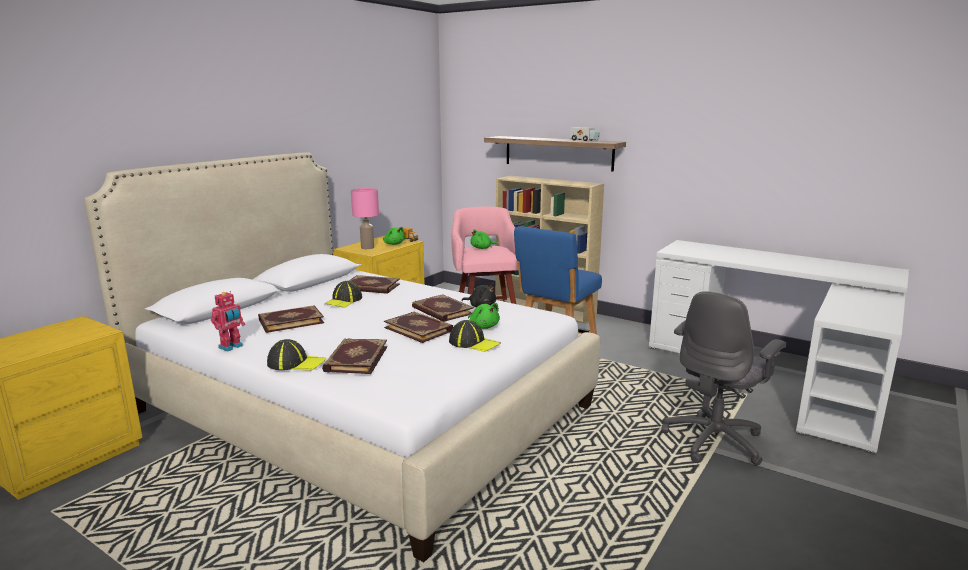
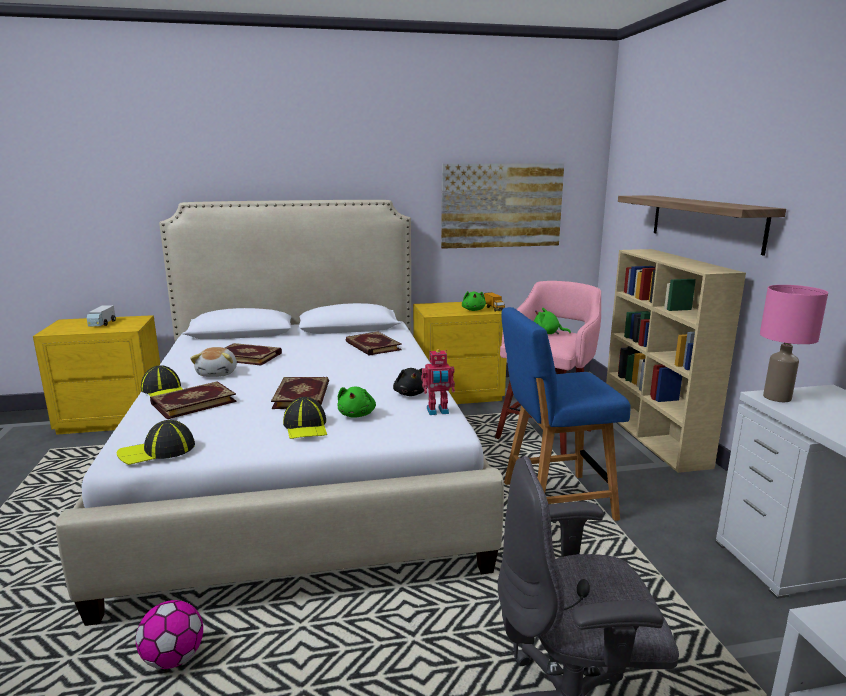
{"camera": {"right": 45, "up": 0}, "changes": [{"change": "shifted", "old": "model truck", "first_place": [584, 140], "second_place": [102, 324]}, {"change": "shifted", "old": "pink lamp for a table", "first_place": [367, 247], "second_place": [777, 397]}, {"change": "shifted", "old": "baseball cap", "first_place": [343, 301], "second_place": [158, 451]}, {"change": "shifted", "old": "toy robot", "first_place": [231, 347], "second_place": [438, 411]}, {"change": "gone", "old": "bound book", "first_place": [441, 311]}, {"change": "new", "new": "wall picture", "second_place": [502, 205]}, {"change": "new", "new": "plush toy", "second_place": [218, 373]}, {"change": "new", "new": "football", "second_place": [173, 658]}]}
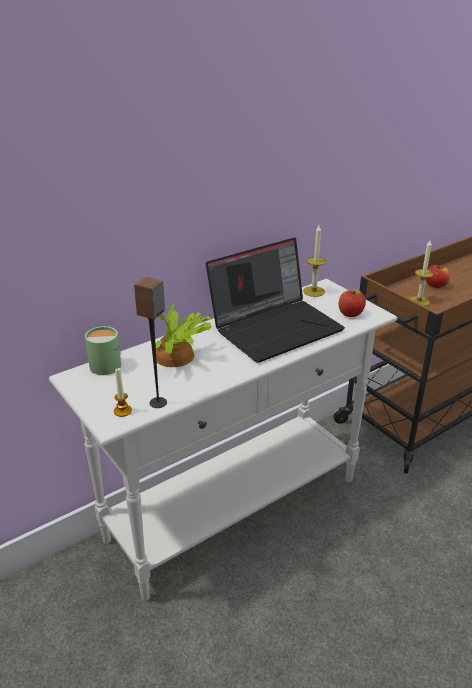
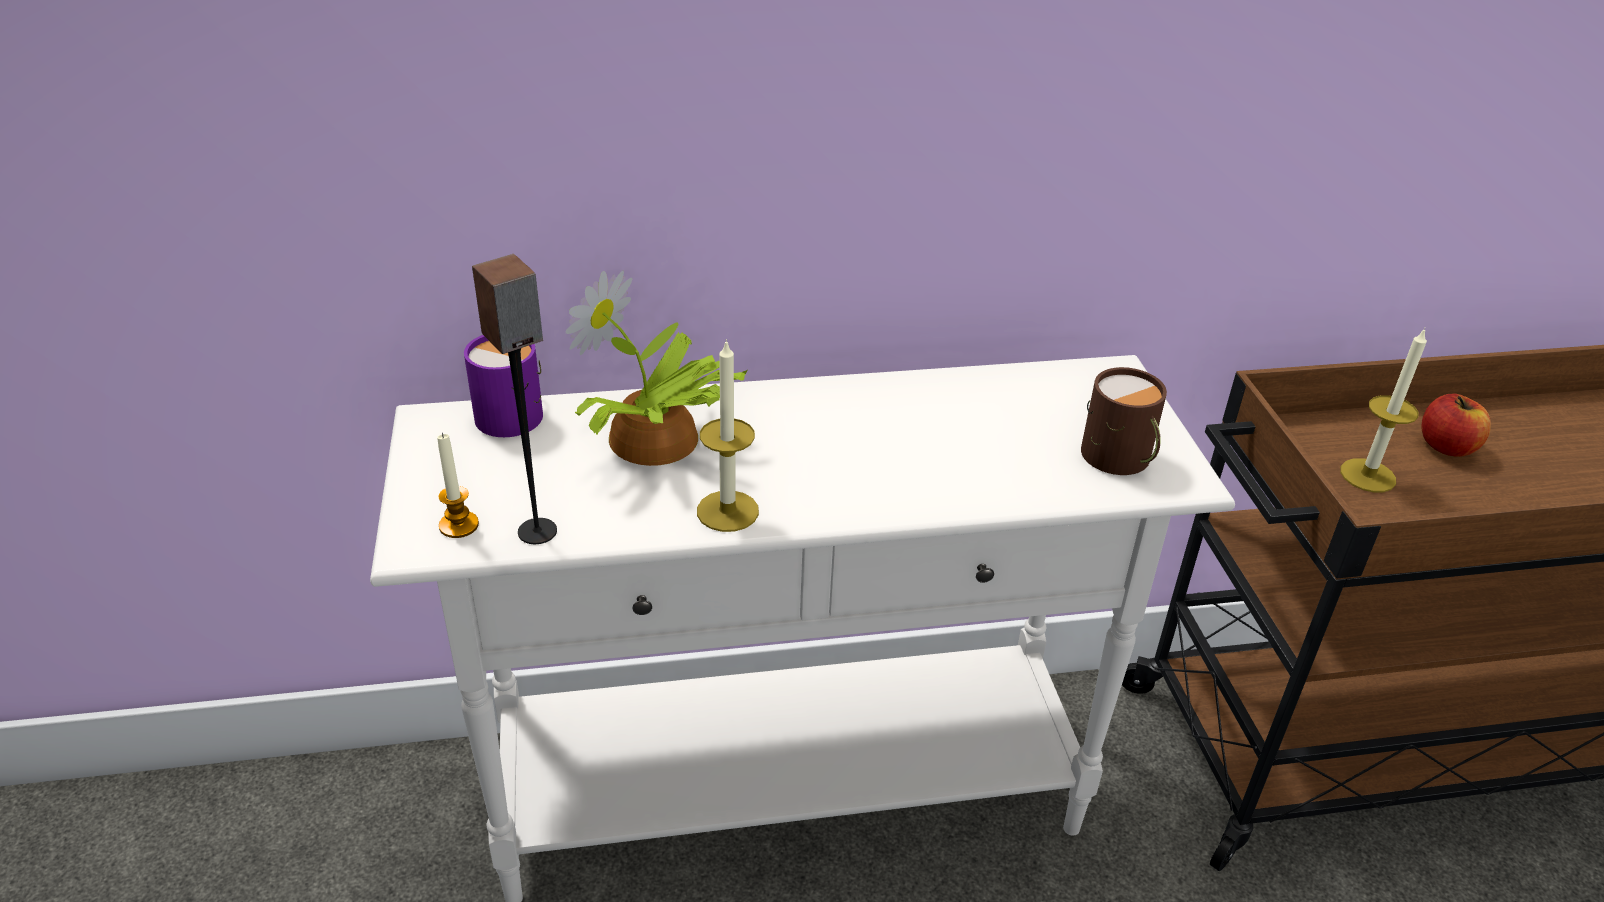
{"camera": {"right": 25, "up": 5}, "changes": [{"change": "shifted", "old": "wax candle", "first_place": [314, 291], "second_place": [727, 511]}, {"change": "gone", "old": "notebook computer", "first_place": [276, 327]}, {"change": "swapped", "old": "apple fruit", "new": "brown-coloured mug", "first_place": [350, 313], "second_place": [1120, 458]}, {"change": "repainted", "old": "green-coloured mug", "new": "purplish mug", "first_place": [106, 363], "second_place": [514, 413]}]}
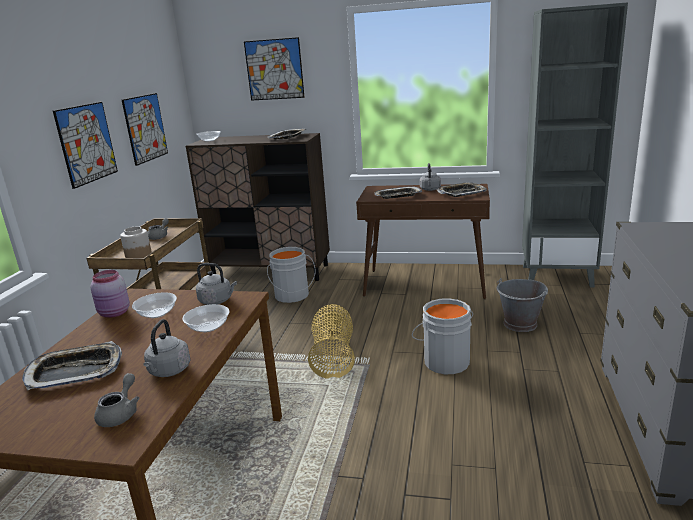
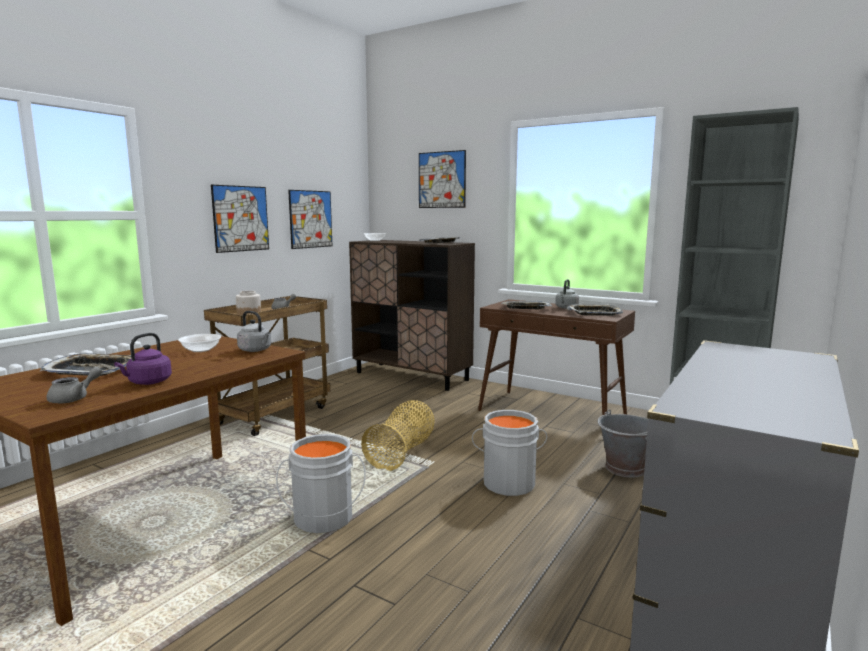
{"camera": {"right": 20, "up": -10}, "changes": [{"change": "shifted", "old": "gray water bucket", "first_place": [292, 296], "second_place": [323, 520]}, {"change": "gone", "old": "pink storage jar", "first_place": [114, 313]}, {"change": "gone", "old": "bowl", "first_place": [208, 327]}, {"change": "repainted", "old": "gray water kettle", "new": "purplish water kettle", "first_place": [168, 371], "second_place": [148, 382]}]}
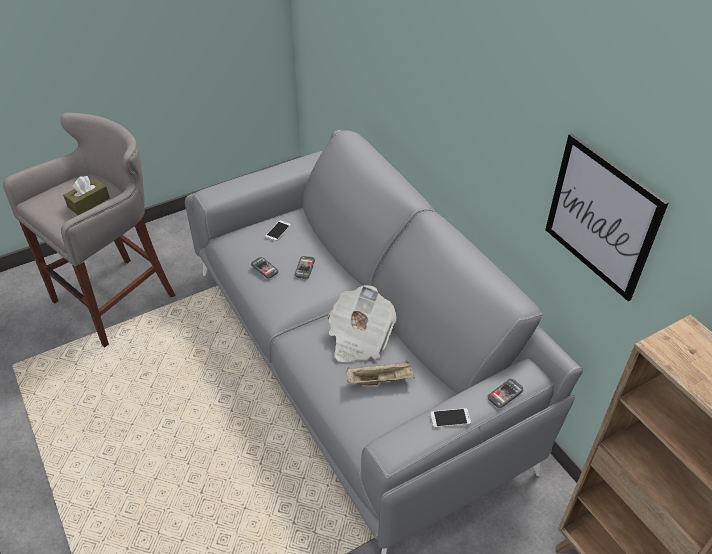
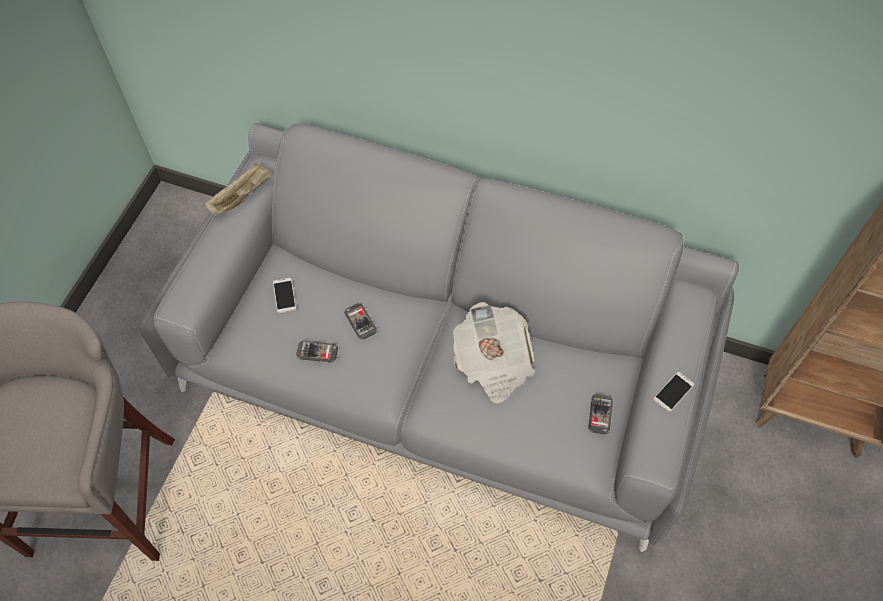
{"camera": {"right": -40, "up": 15}, "changes": [{"change": "gone", "old": "wall picture", "first_place": [601, 217]}, {"change": "gone", "old": "brown-coloured box of tissues", "first_place": [89, 203]}, {"change": "shifted", "old": "beige carrying tray", "first_place": [380, 380], "second_place": [241, 196]}, {"change": "shifted", "old": "telephone", "first_place": [505, 394], "second_place": [600, 414]}]}
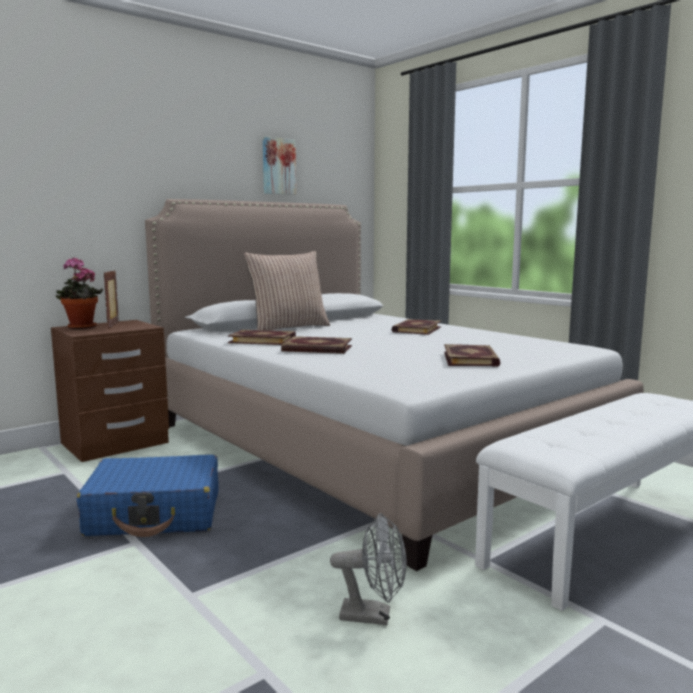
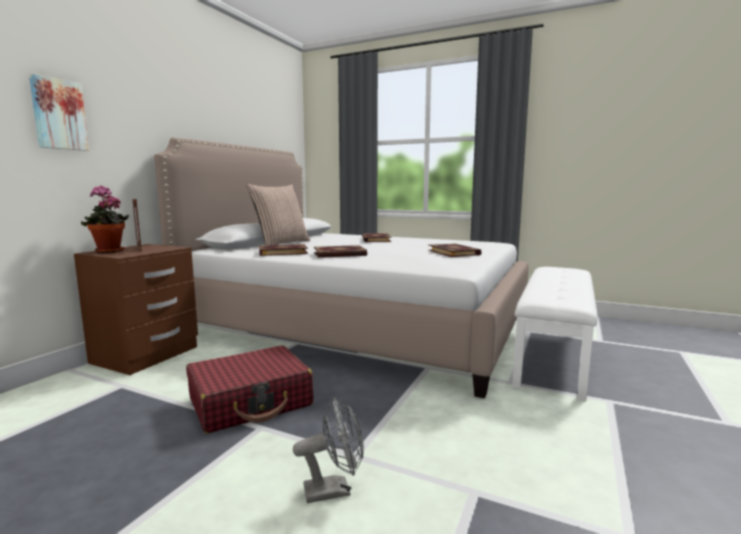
{"camera": {"right": -25, "up": 0}, "changes": [{"change": "shifted", "old": "wall picture", "first_place": [278, 166], "second_place": [58, 114]}, {"change": "repainted", "old": "blue-coloured travel case", "new": "red-coloured travel case", "first_place": [155, 513], "second_place": [251, 402]}, {"change": "shifted", "old": "gray fan", "first_place": [374, 615], "second_place": [334, 489]}]}
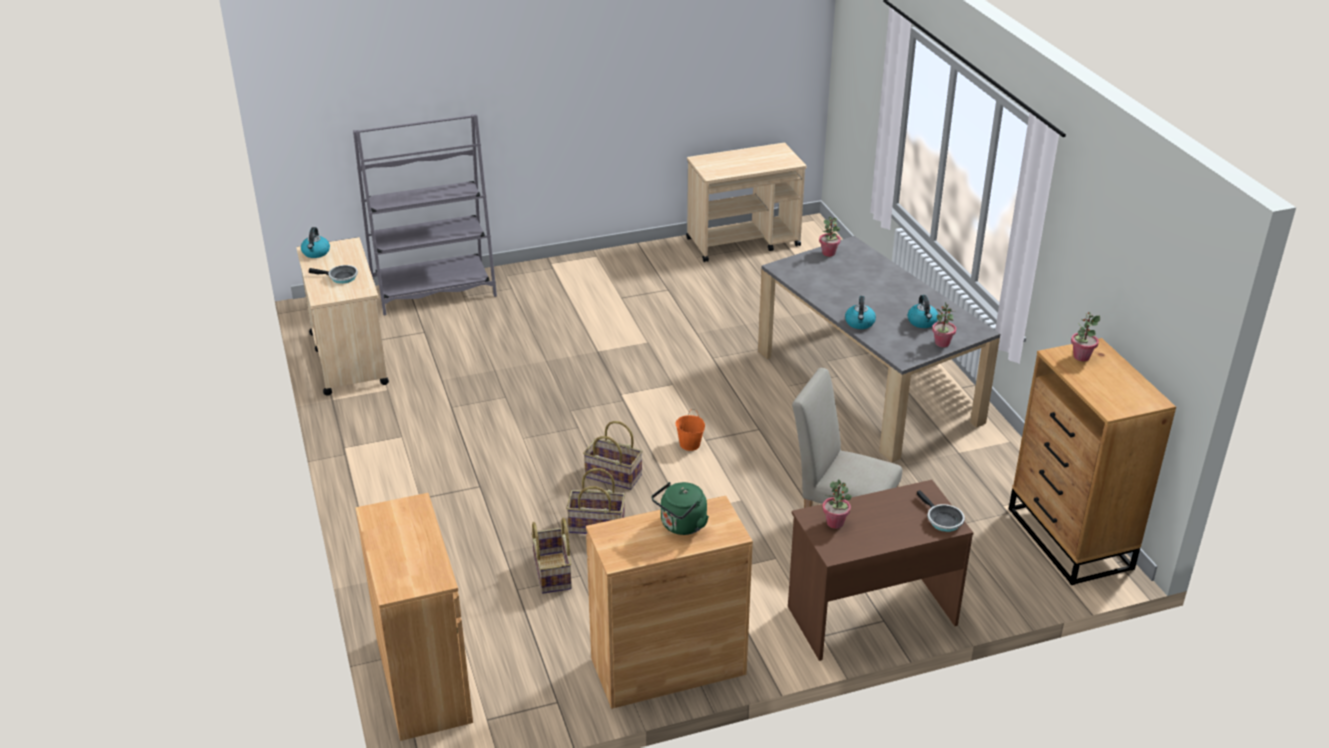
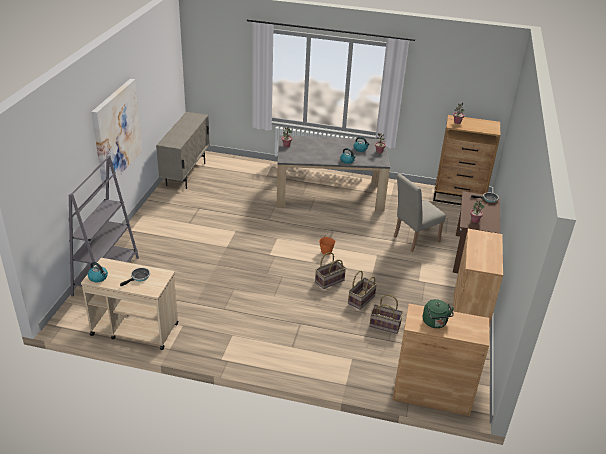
{"camera": {"right": -60, "up": 0}, "changes": [{"change": "swapped", "old": "beige wheeled cart", "new": "beige cupboard", "first_place": [744, 242], "second_place": [186, 174]}, {"change": "shifted", "old": "green-coloured water kettle", "first_place": [681, 526], "second_place": [435, 323]}, {"change": "new", "new": "wall picture", "second_place": [116, 132]}]}
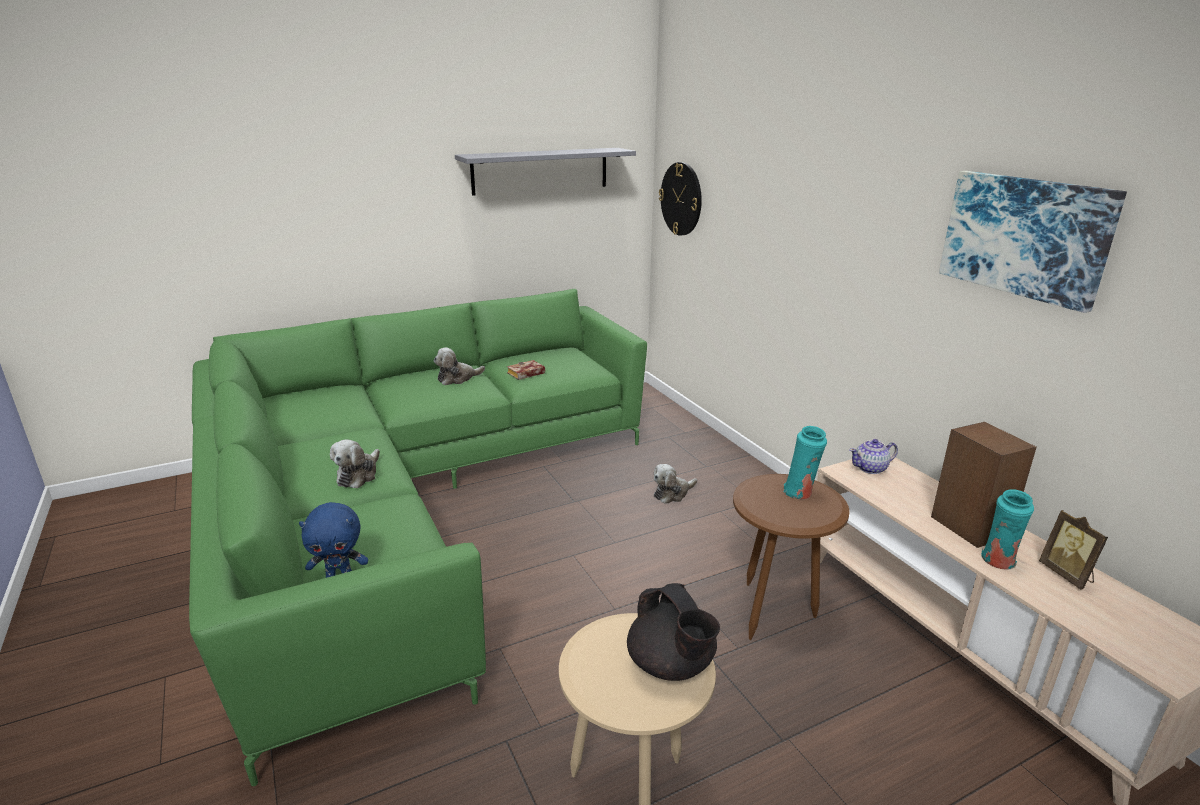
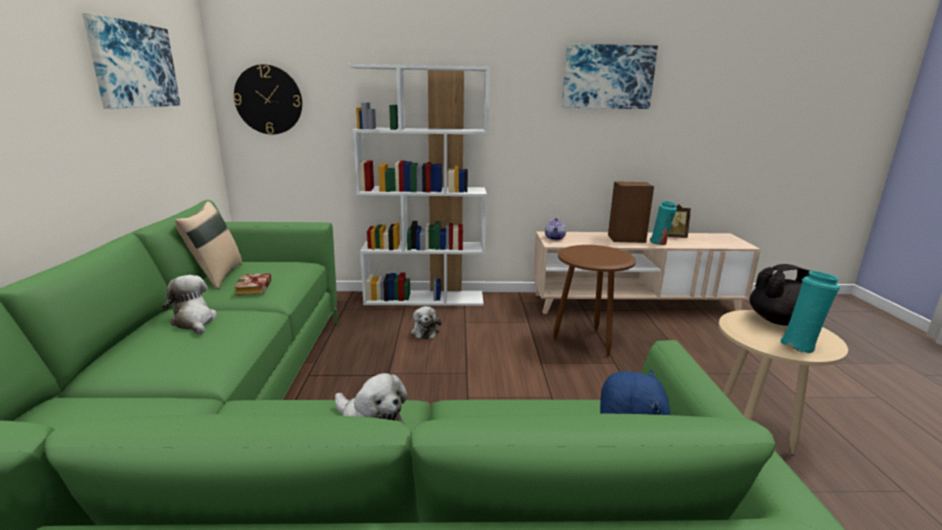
{"camera": {"right": -65, "up": -5}, "changes": [{"change": "swapped", "old": "gray wall shelf", "new": "wall picture", "first_place": [540, 171], "second_place": [133, 65]}, {"change": "rotated", "old": "plush toy", "first_place": [457, 378], "second_place": [194, 321], "degrees": 150}, {"change": "shifted", "old": "turquoise decorative vase", "first_place": [800, 494], "second_place": [799, 346]}, {"change": "new", "new": "white-coloured bookshelf", "second_place": [425, 298]}, {"change": "new", "new": "beige pillow", "second_place": [216, 276]}]}
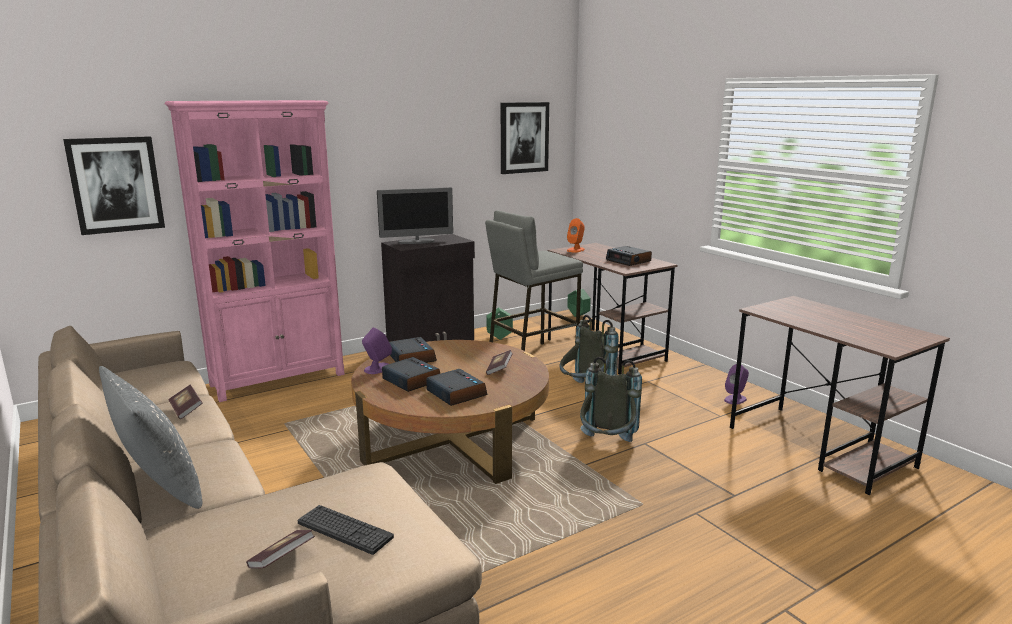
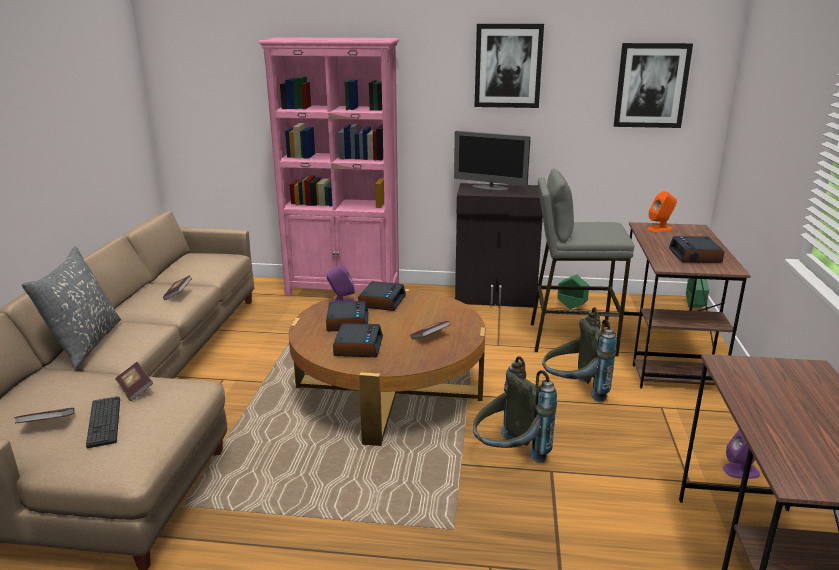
{"camera": {"right": 40, "up": 5}, "changes": [{"change": "shifted", "old": "wall picture", "first_place": [116, 185], "second_place": [508, 66]}, {"change": "new", "new": "bound book", "second_place": [135, 389]}]}
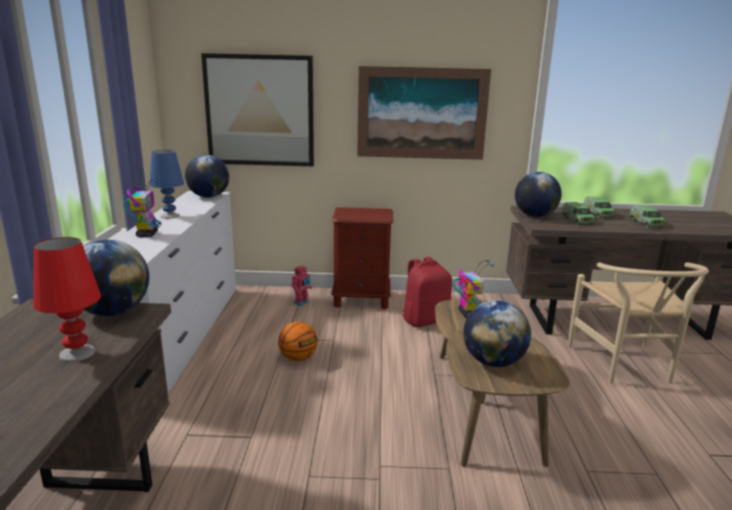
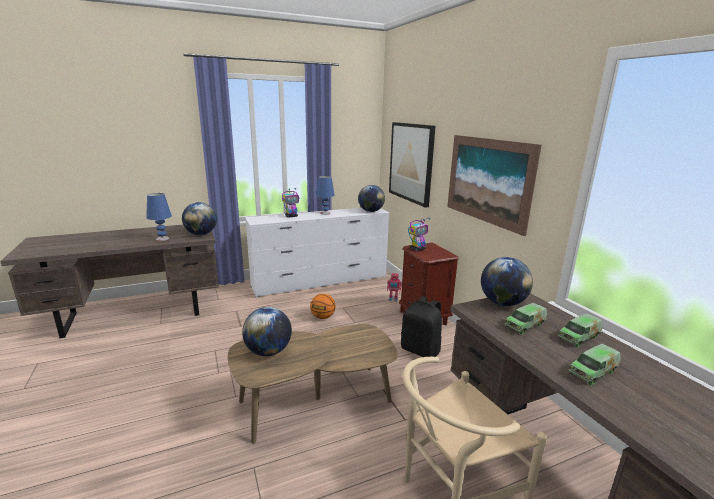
{"camera": {"right": 65, "up": 0}, "changes": [{"change": "repainted", "old": "red-coloured lamp for a table", "new": "blue-coloured lamp for a table", "first_place": [76, 353], "second_place": [162, 238]}, {"change": "repainted", "old": "red-coloured rucksack", "new": "black-coloured rucksack", "first_place": [425, 320], "second_place": [421, 350]}, {"change": "shifted", "old": "toy robot", "first_place": [468, 314], "second_place": [417, 249]}]}
